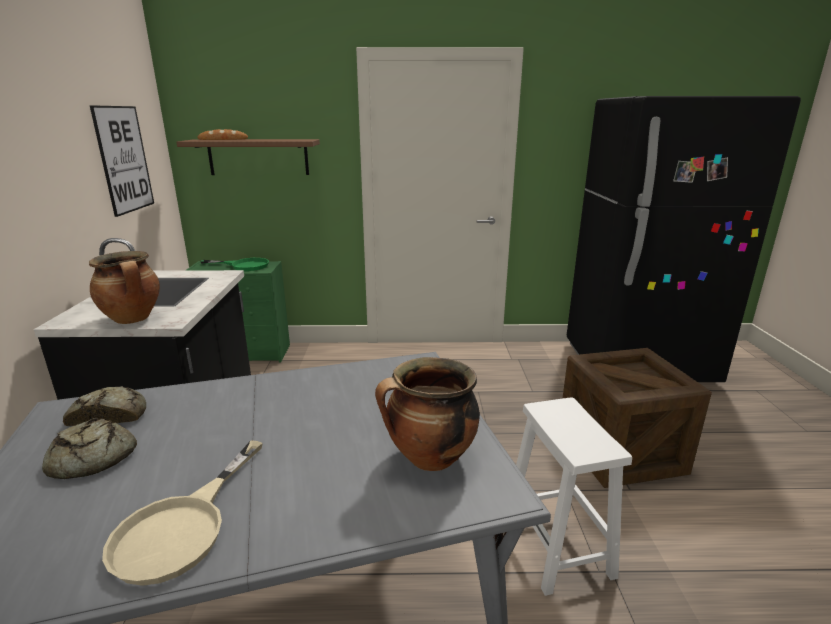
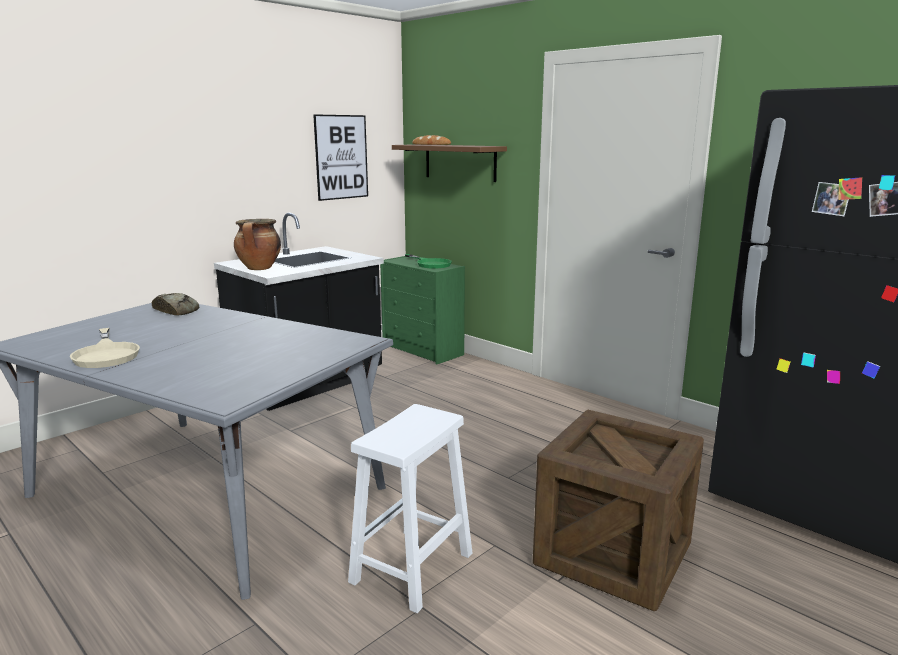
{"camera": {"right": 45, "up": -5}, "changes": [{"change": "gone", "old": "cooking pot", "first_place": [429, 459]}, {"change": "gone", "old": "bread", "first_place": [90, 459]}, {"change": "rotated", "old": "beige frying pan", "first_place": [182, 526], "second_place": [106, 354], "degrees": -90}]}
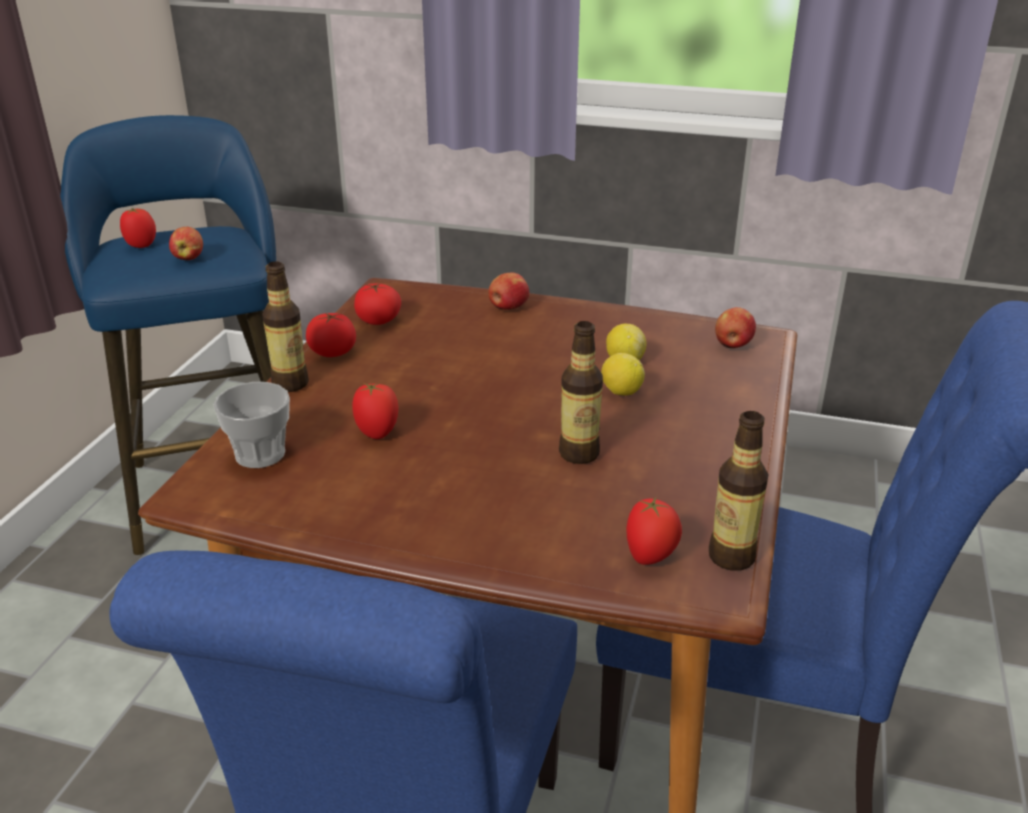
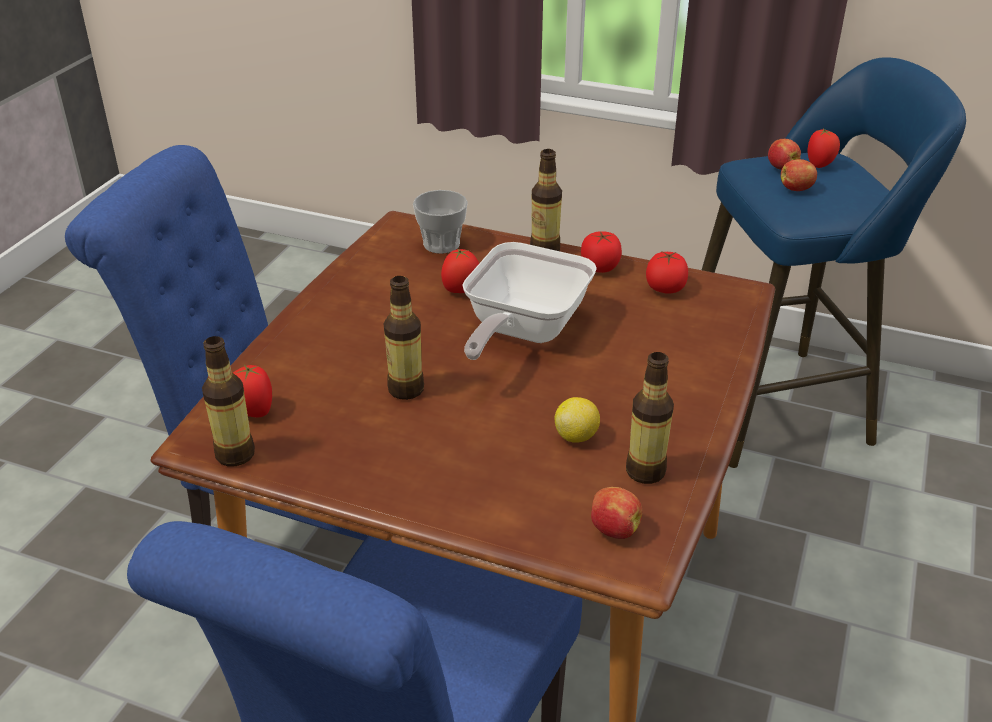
{"camera": {"right": 95, "up": 5}, "changes": [{"change": "shifted", "old": "apple fruit", "first_place": [508, 308], "second_place": [781, 168]}, {"change": "gone", "old": "citrus fruit", "first_place": [621, 392]}, {"change": "new", "new": "frying pan", "second_place": [521, 331]}, {"change": "new", "new": "beverage bottle", "second_place": [645, 471]}]}
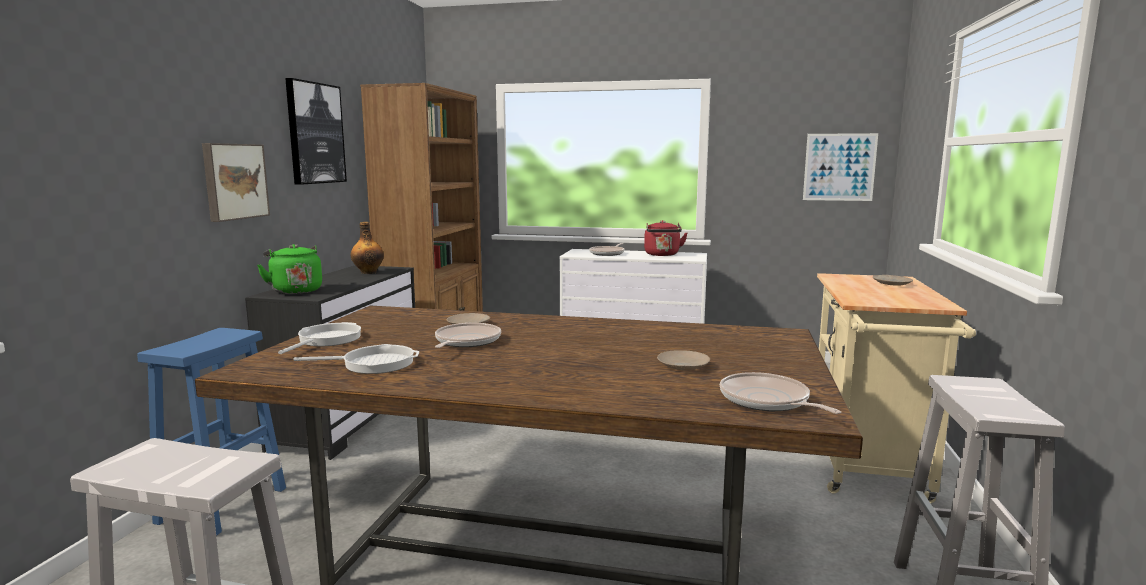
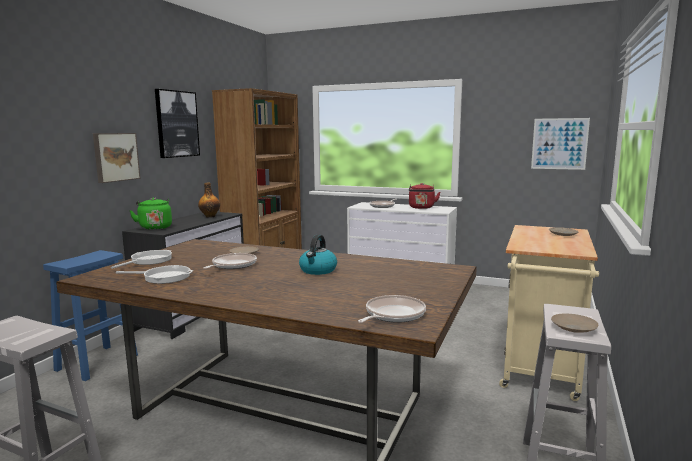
{"camera": {"right": 10, "up": 0}, "changes": [{"change": "shifted", "old": "beige plate", "first_place": [683, 366], "second_place": [574, 328]}, {"change": "rotated", "old": "frying pan", "first_place": [767, 401], "second_place": [393, 315], "degrees": 60}, {"change": "new", "new": "water kettle", "second_place": [318, 270]}]}
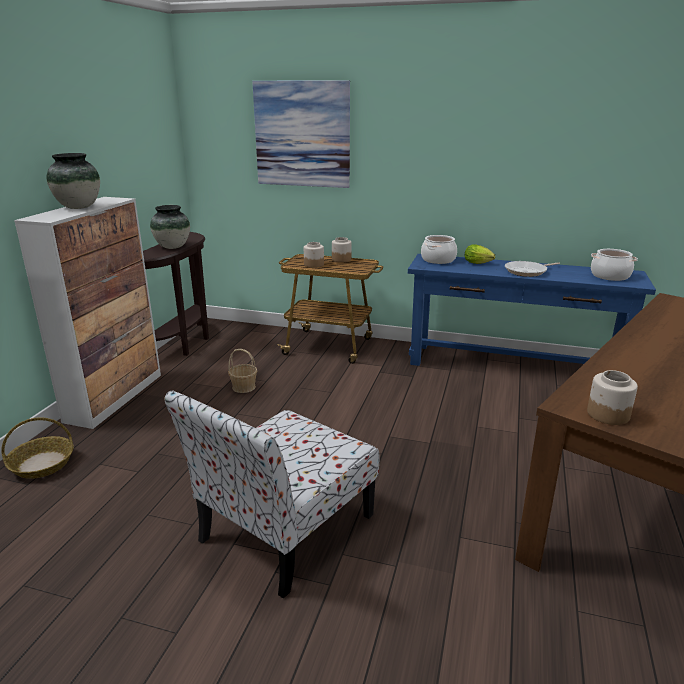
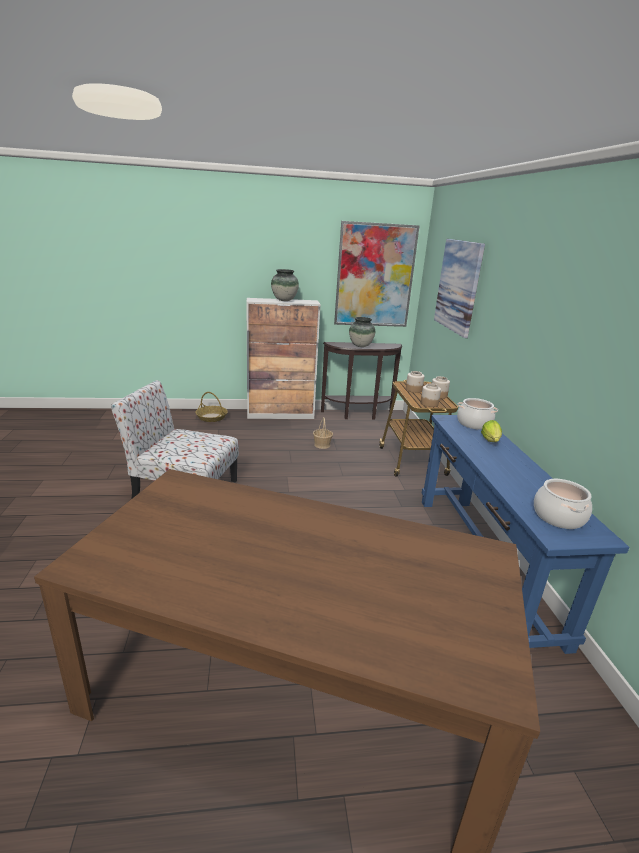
{"camera": {"right": 65, "up": 0}, "changes": [{"change": "gone", "old": "frying pan", "first_place": [527, 271]}, {"change": "shifted", "old": "storage jar", "first_place": [607, 414], "second_place": [429, 403]}, {"change": "new", "new": "wall picture", "second_place": [375, 276]}]}
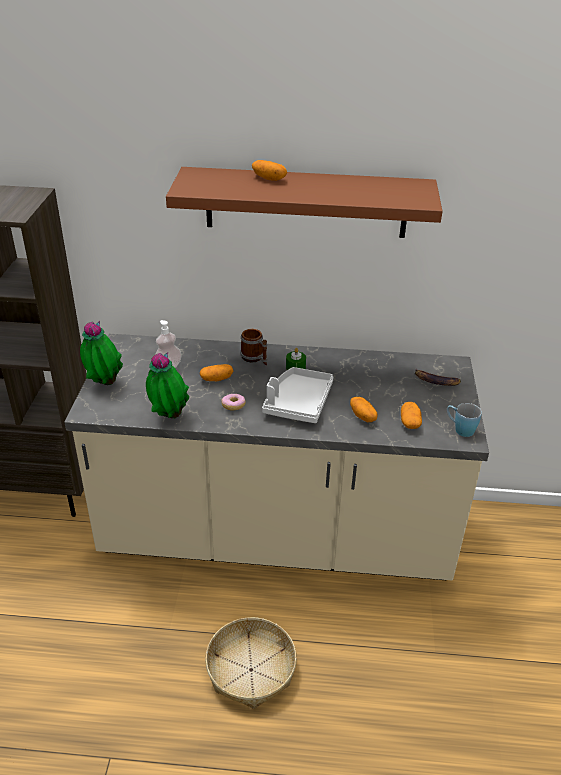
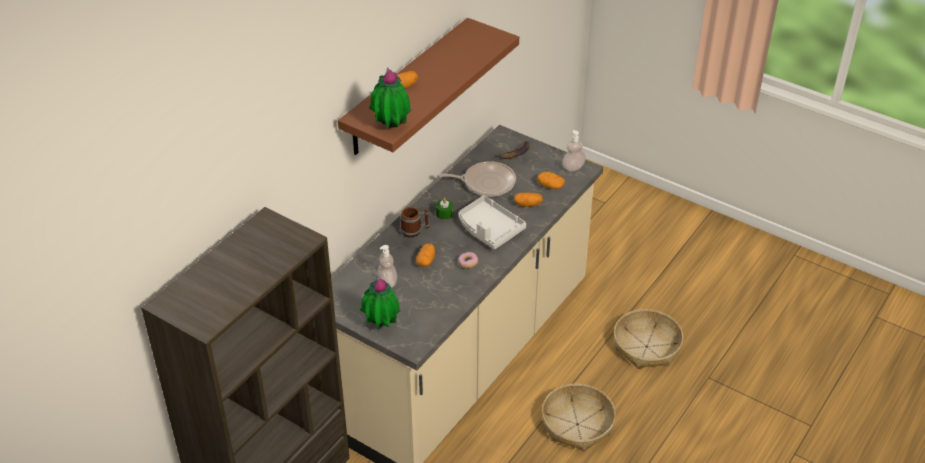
{"camera": {"right": -60, "up": 5}, "changes": [{"change": "shifted", "old": "houseplant", "first_place": [168, 416], "second_place": [391, 129]}, {"change": "swapped", "old": "blue-coloured mug", "new": "soap bottle", "first_place": [460, 429], "second_place": [573, 167]}, {"change": "new", "new": "frying pan", "second_place": [486, 183]}, {"change": "new", "new": "basket", "second_place": [647, 346]}]}
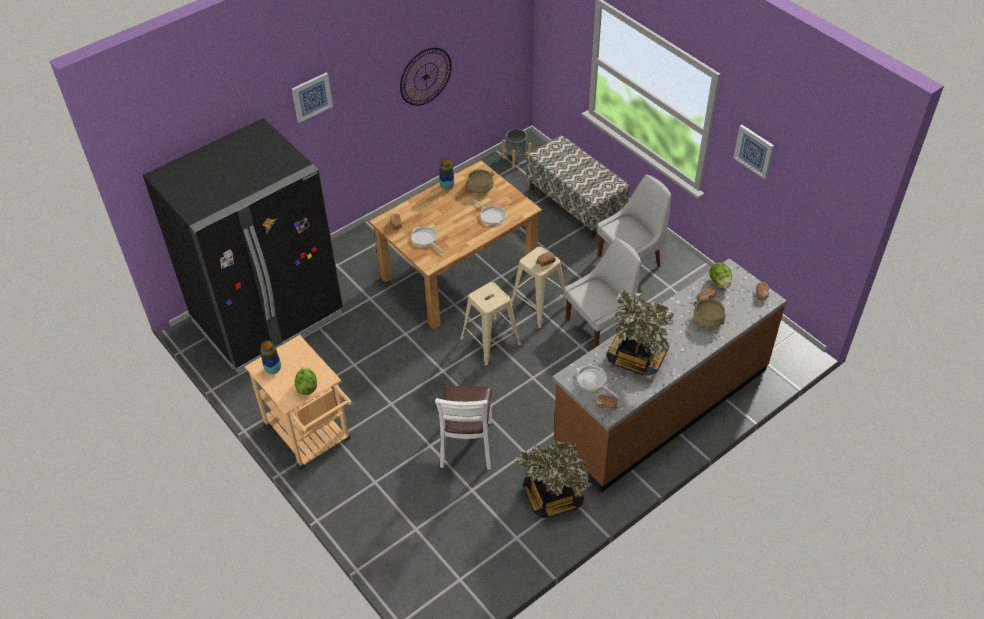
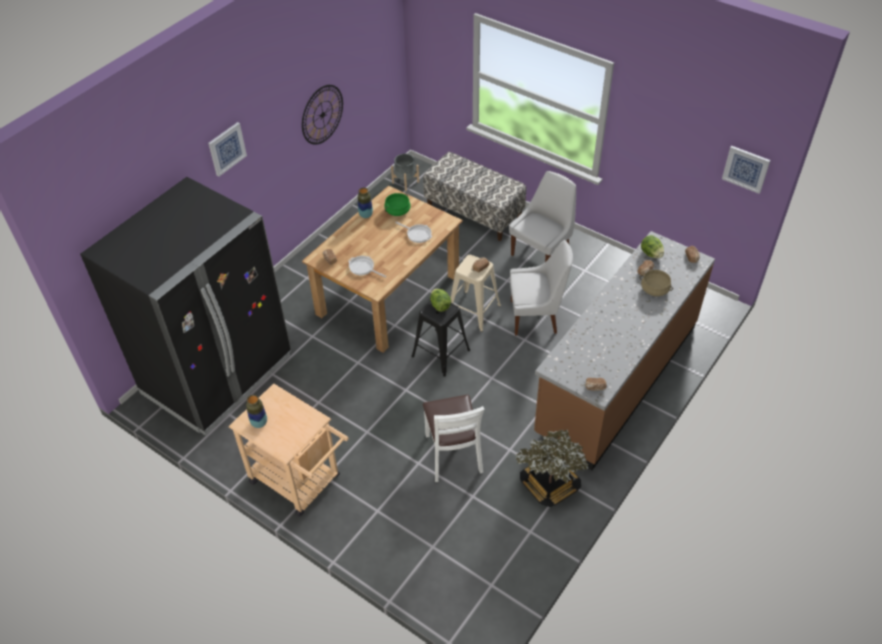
{"camera": {"right": -15, "up": 0}, "changes": [{"change": "shifted", "old": "wall picture", "first_place": [754, 151], "second_place": [746, 169]}, {"change": "repainted", "old": "beige cooking pot", "new": "green-coloured cooking pot", "first_place": [480, 188], "second_place": [397, 210]}, {"change": "rotated", "old": "white-coloured plain chair", "first_place": [601, 325], "second_place": [536, 317], "degrees": 45}, {"change": "repainted", "old": "beige sitting stool", "new": "black-coloured sitting stool", "first_place": [490, 342], "second_place": [441, 354]}, {"change": "gone", "old": "houseplant", "first_place": [636, 356]}, {"change": "gone", "old": "frying pan", "first_place": [593, 381]}, {"change": "shifted", "old": "head of lettuce", "first_place": [307, 387], "second_place": [440, 306]}]}
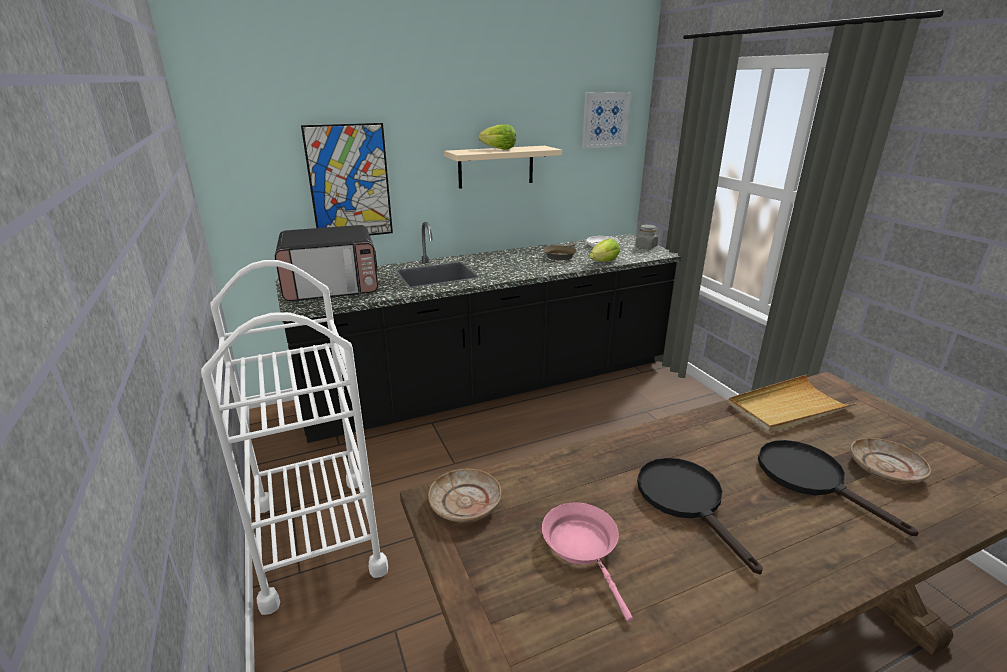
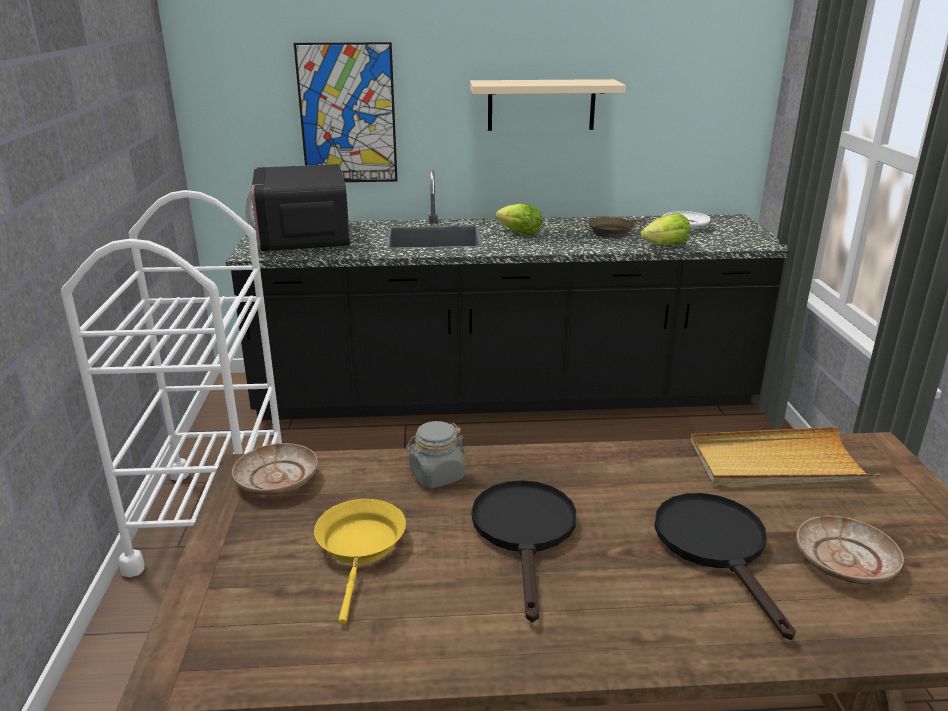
{"camera": {"right": 20, "up": 0}, "changes": [{"change": "gone", "old": "wall picture", "first_place": [605, 120]}, {"change": "shifted", "old": "head of lettuce", "first_place": [499, 149], "second_place": [519, 233]}, {"change": "rotated", "old": "kitchen microwave", "first_place": [332, 287], "second_place": [304, 238], "degrees": 75}, {"change": "shifted", "old": "gray storage jar", "first_place": [646, 247], "second_place": [436, 476]}, {"change": "repainted", "old": "pink frying pan", "new": "yellowish frying pan", "first_place": [583, 547], "second_place": [361, 548]}]}
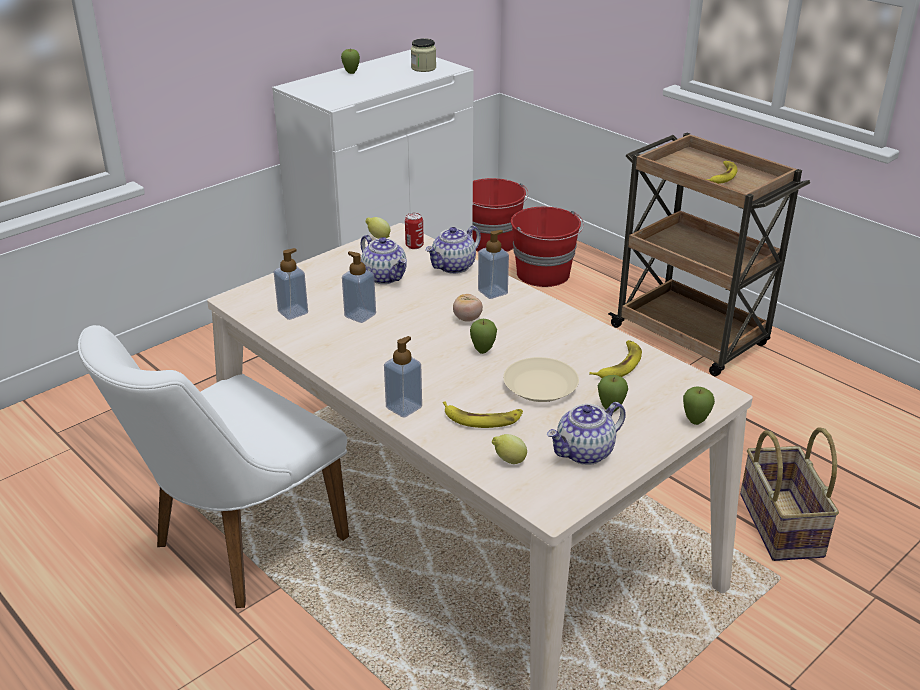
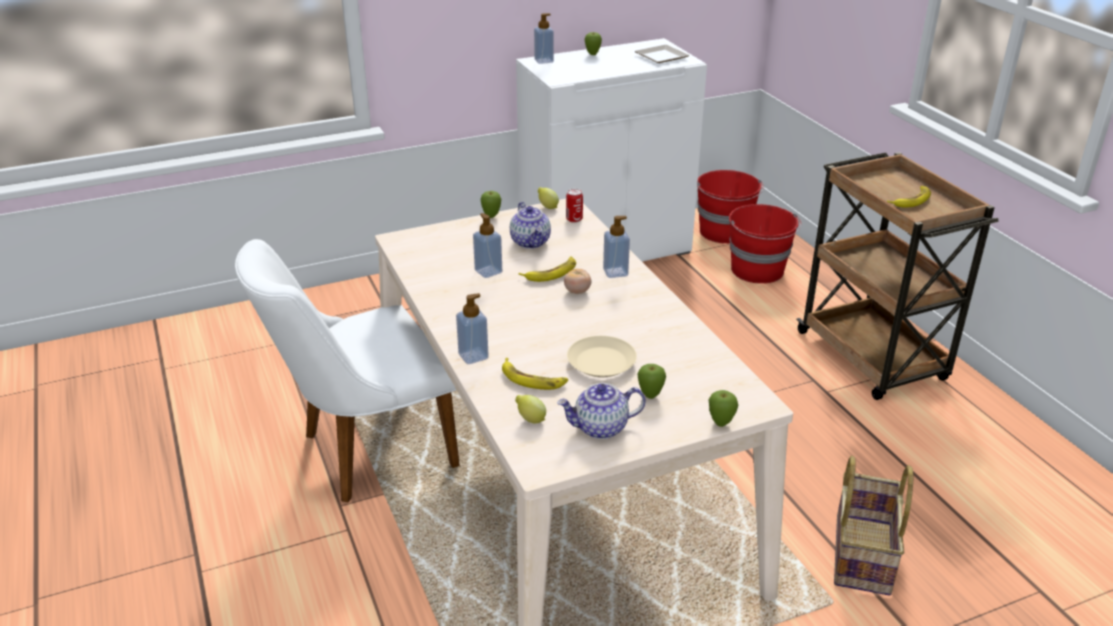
{"camera": {"right": 20, "up": 0}, "changes": [{"change": "swapped", "old": "storage jar", "new": "plate", "first_place": [423, 68], "second_place": [661, 57]}, {"change": "gone", "old": "teapot", "first_place": [454, 267]}, {"change": "shifted", "old": "soap bottle", "first_place": [293, 312], "second_place": [544, 61]}, {"change": "shifted", "old": "apple fruit", "first_place": [483, 351], "second_place": [491, 216]}, {"change": "shifted", "old": "banana", "first_place": [619, 364], "second_place": [551, 273]}]}
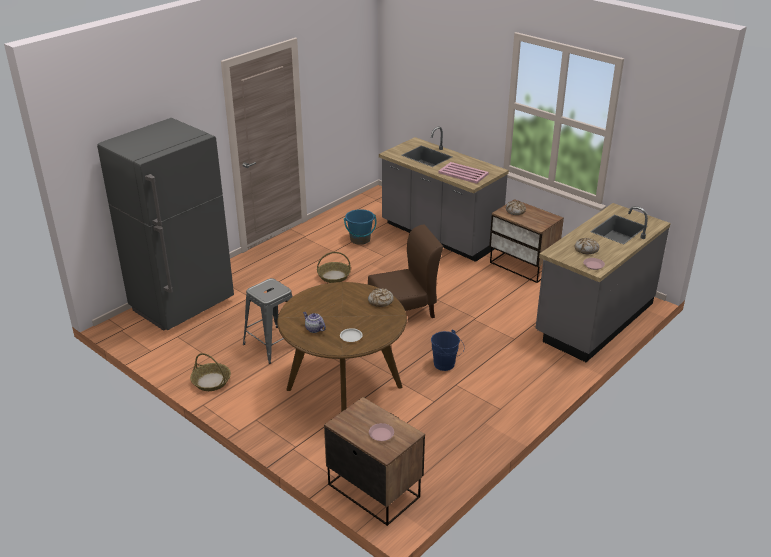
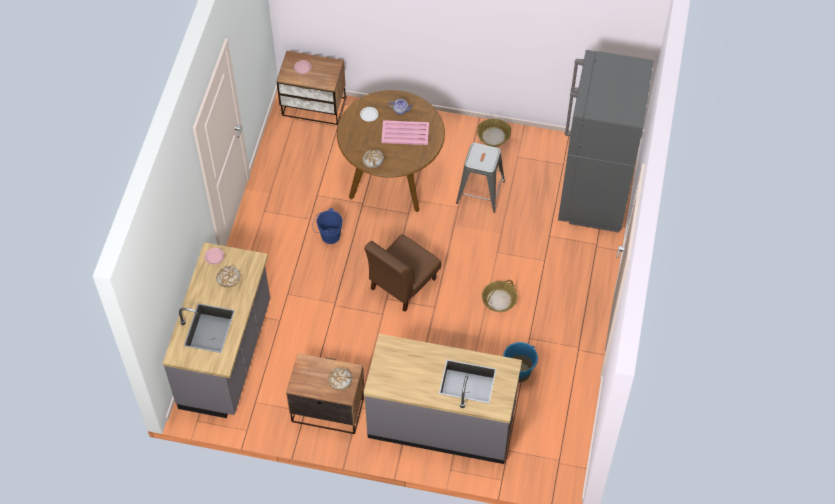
{"camera": {"right": 150, "up": 25}, "changes": [{"change": "shifted", "old": "pink carrying tray", "first_place": [463, 173], "second_place": [404, 133]}]}
